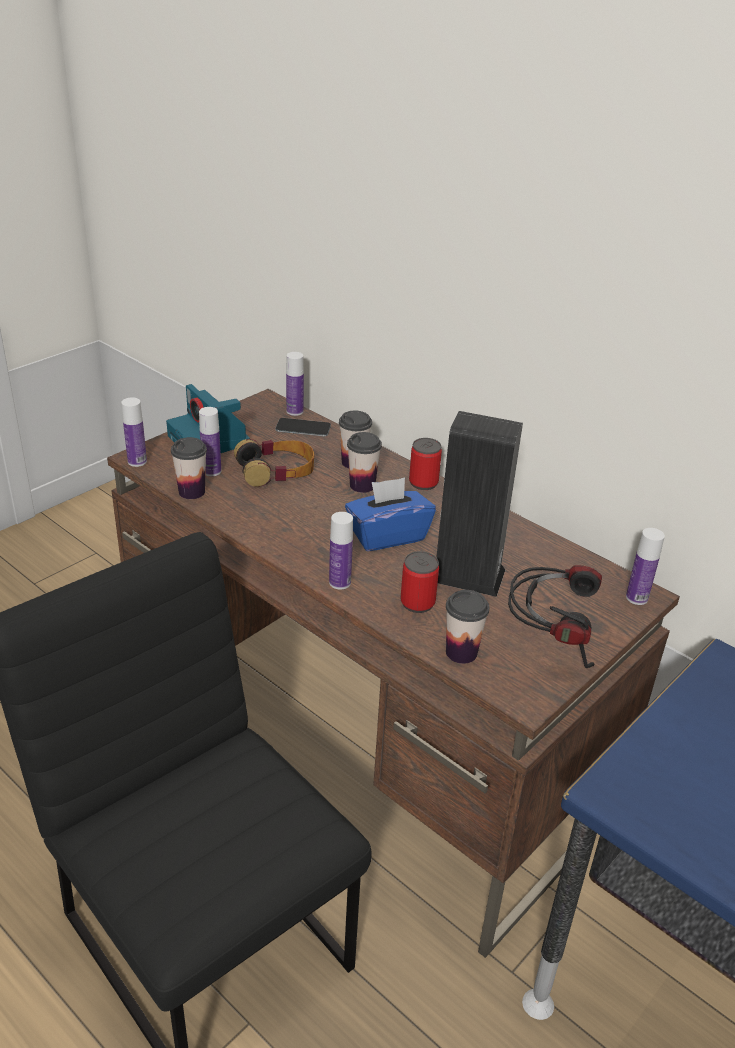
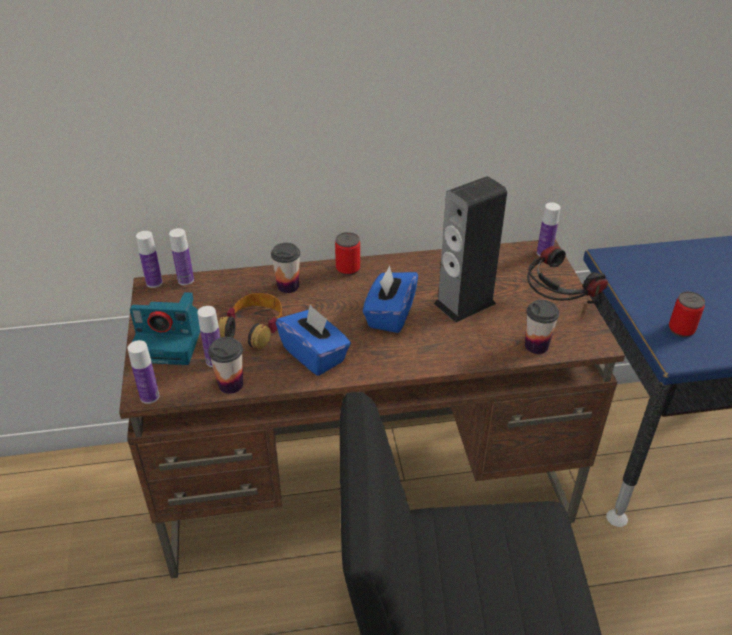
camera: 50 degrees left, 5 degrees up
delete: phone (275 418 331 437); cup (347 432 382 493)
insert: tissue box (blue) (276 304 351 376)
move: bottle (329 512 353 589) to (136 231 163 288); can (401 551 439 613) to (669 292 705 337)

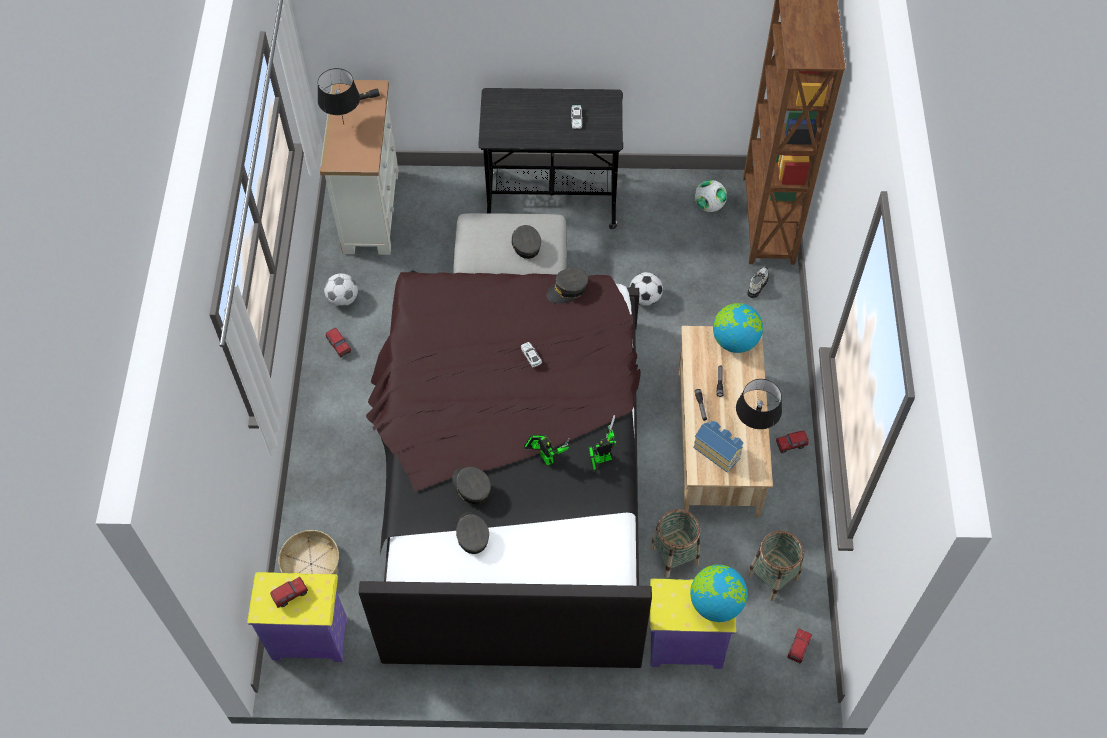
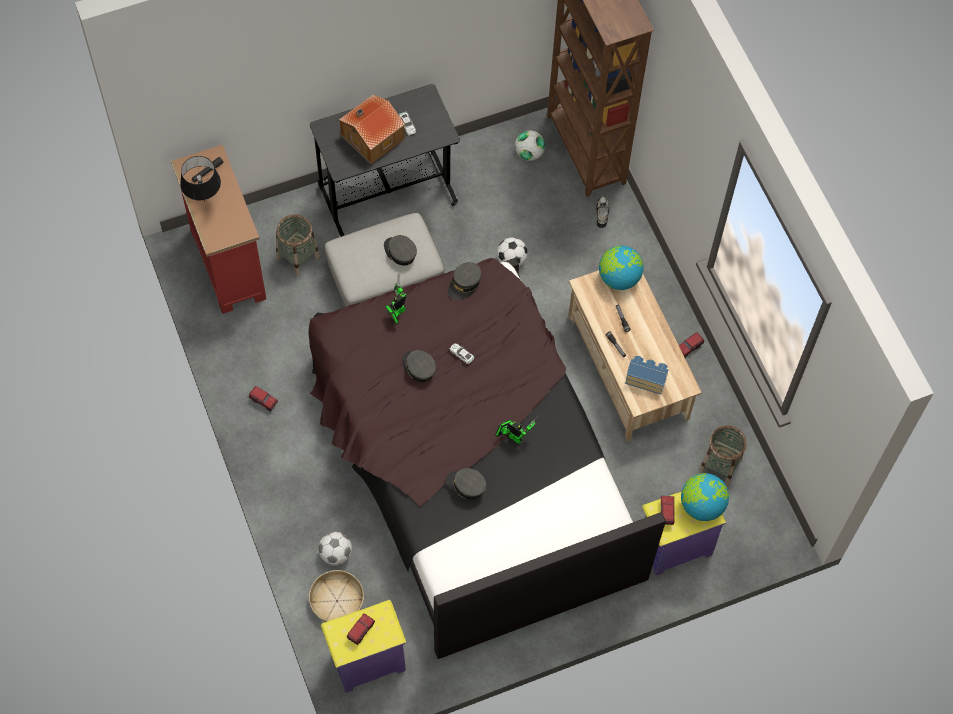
camera: 25 degrees left, 5 degrees up
delete: table lamp (black) (736 379 782 429)
insert: toy house (339 95 405 164)
move: football (324 273 358 307) to (318 532 352 566); toy robot (589 415 616 471) to (385 273 407 324); basket (650 509 700 578) to (276 214 320 276); cap (grey) (456 512 489 554) to (402 350 436 382); toy truck (787 629 812 664) to (661 496 675 525)
recolor: dresser (white) (320 80 399 255) to dresser (red) (171 145 266 314)

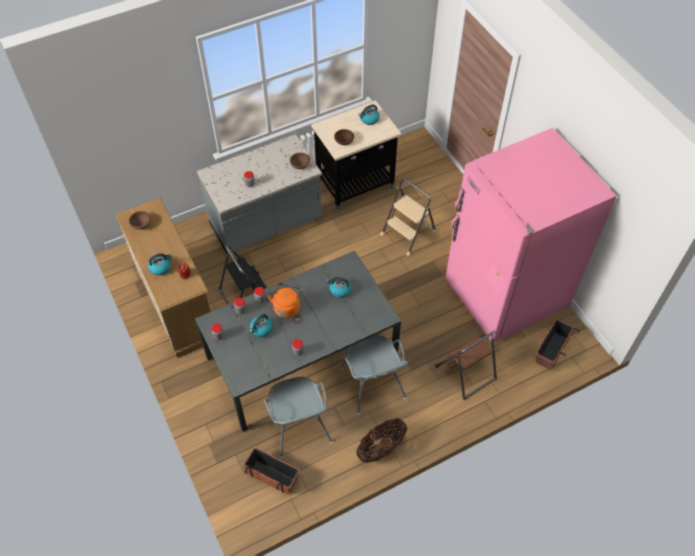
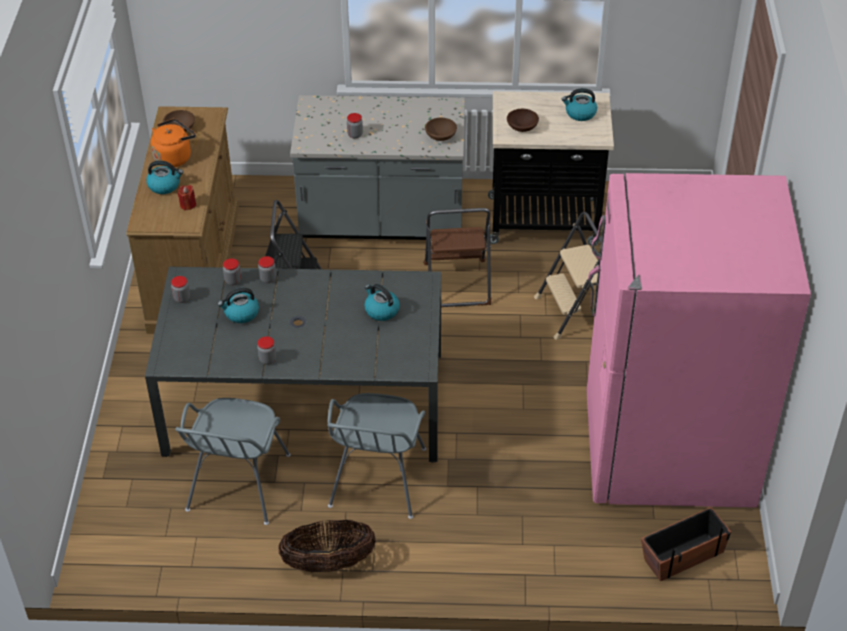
camera: 30 degrees right, 10 degrees down
delete: planter (243 447 300 495)
move: kettle (orange) (267 283 302 318) to (151 119 196 167); step ladder (brown) (434 331 497 400) to (423 208 491 308)

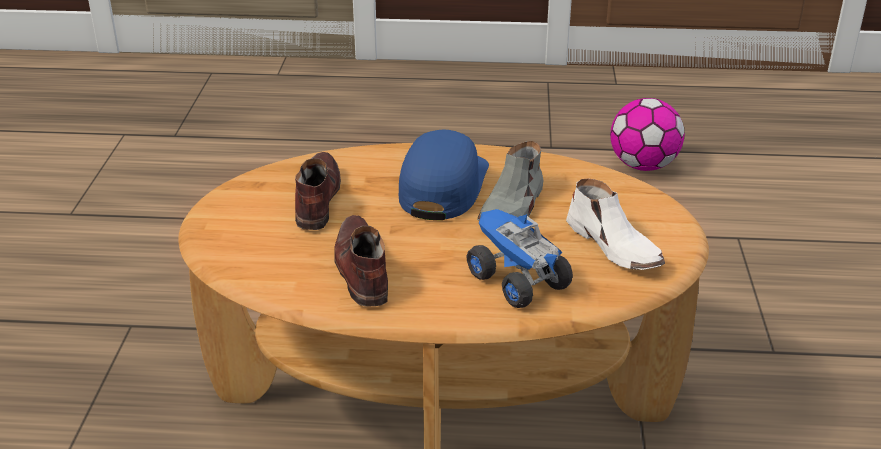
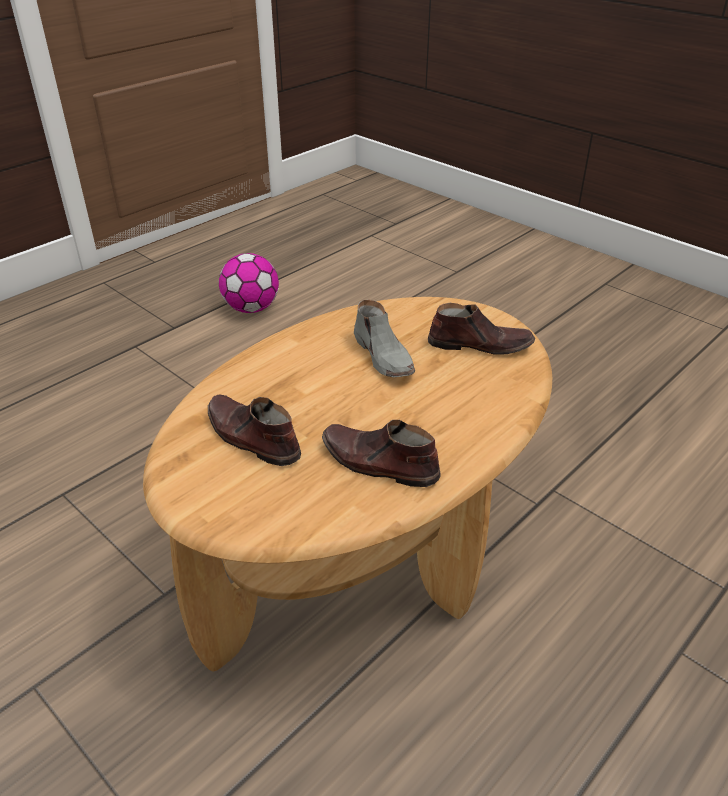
camera: 50 degrees left, 5 degrees up
delete: cap (blue) (399 129 489 220); toy truck (467 209 573 308)
recolor: shoe (white) (566 178 665 270) to shoe (brown) (428 303 535 354)

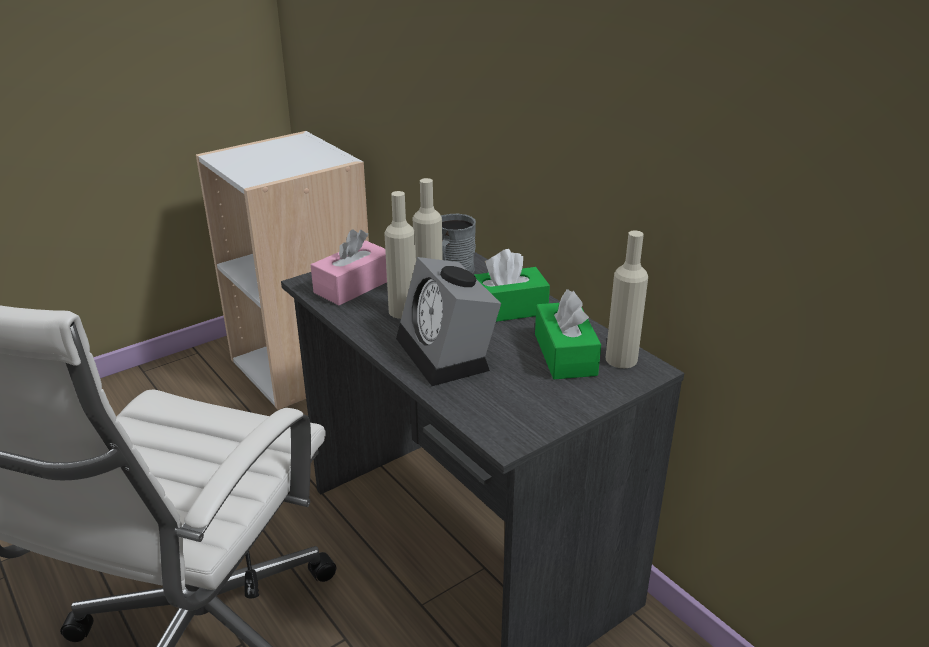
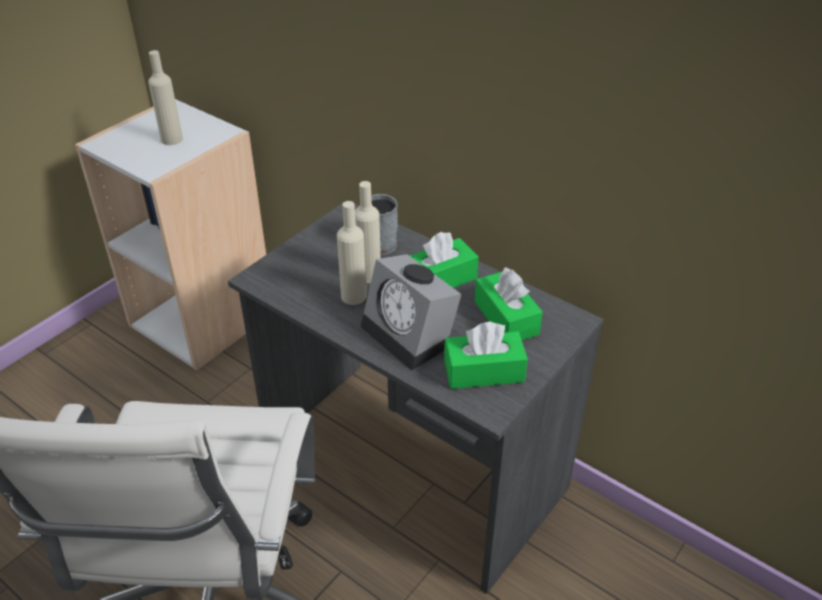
camera: 15 degrees left, 10 degrees up
delete: tissue box (pink) (311 229 387 305)
insert: tissue box (green) (444 322 528 389)
move: bottle (beige) (606 230 648 368) to (148 50 183 145)

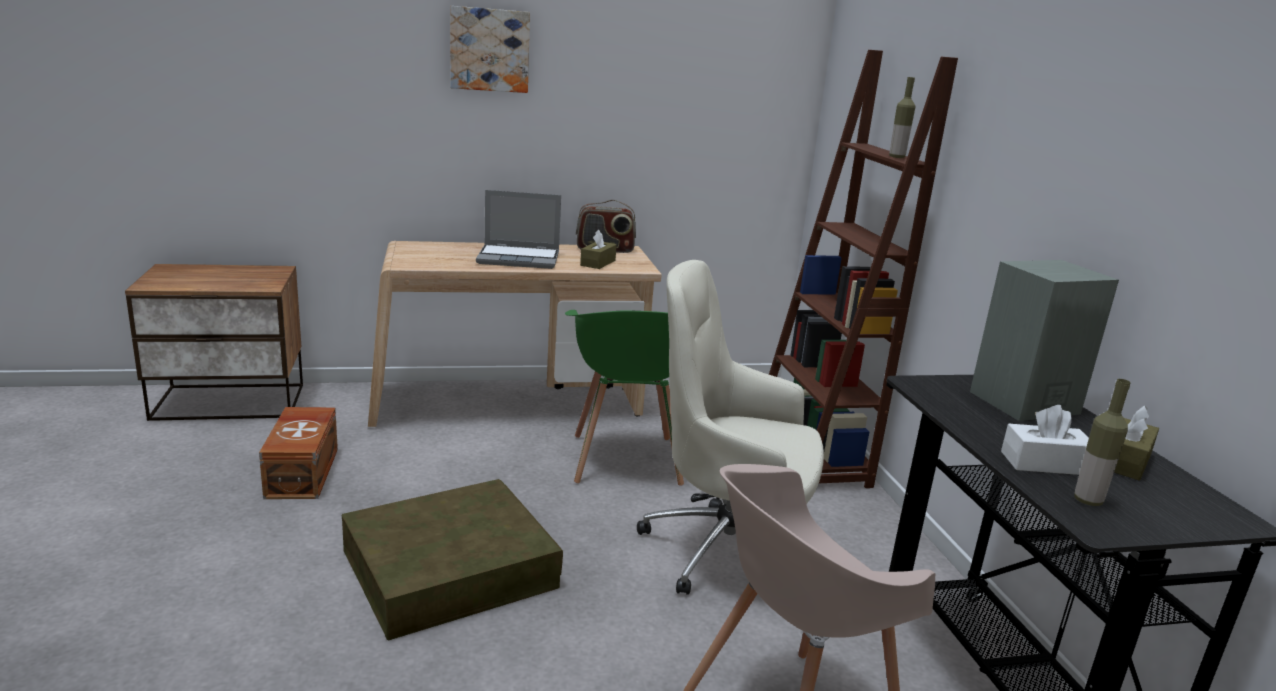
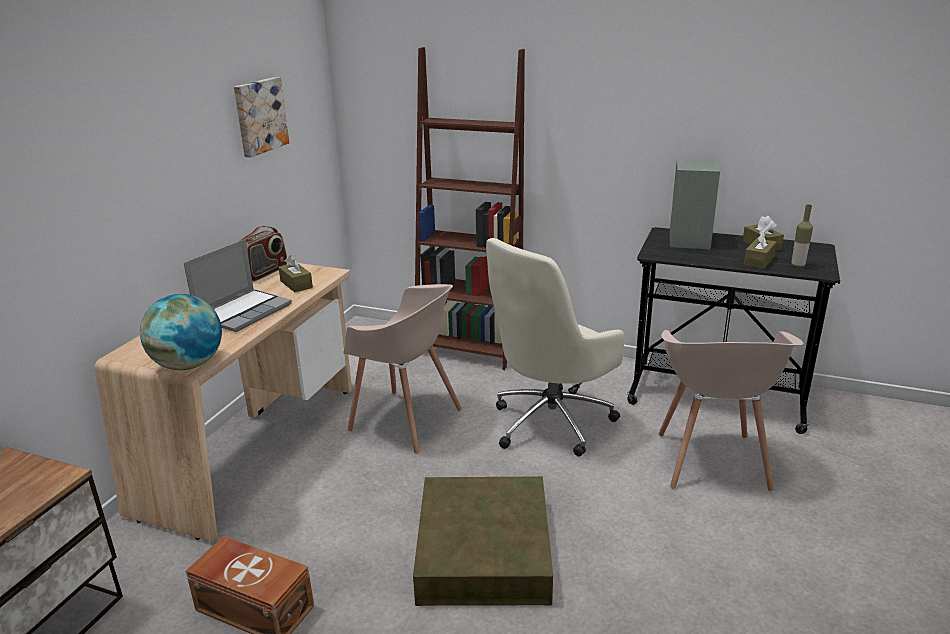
camera: 55 degrees left, 5 degrees up
delete: bottle (889 77 915 158)
insert: globe (140 294 222 370)
move: picture (450 6 530 93) to (234 77 289 157)
recolor: chair (green) (565 310 684 486) to chair (beige) (343 284 462 454); tissue box (white) (1001 405 1089 475) to tissue box (brown) (744 230 777 269)

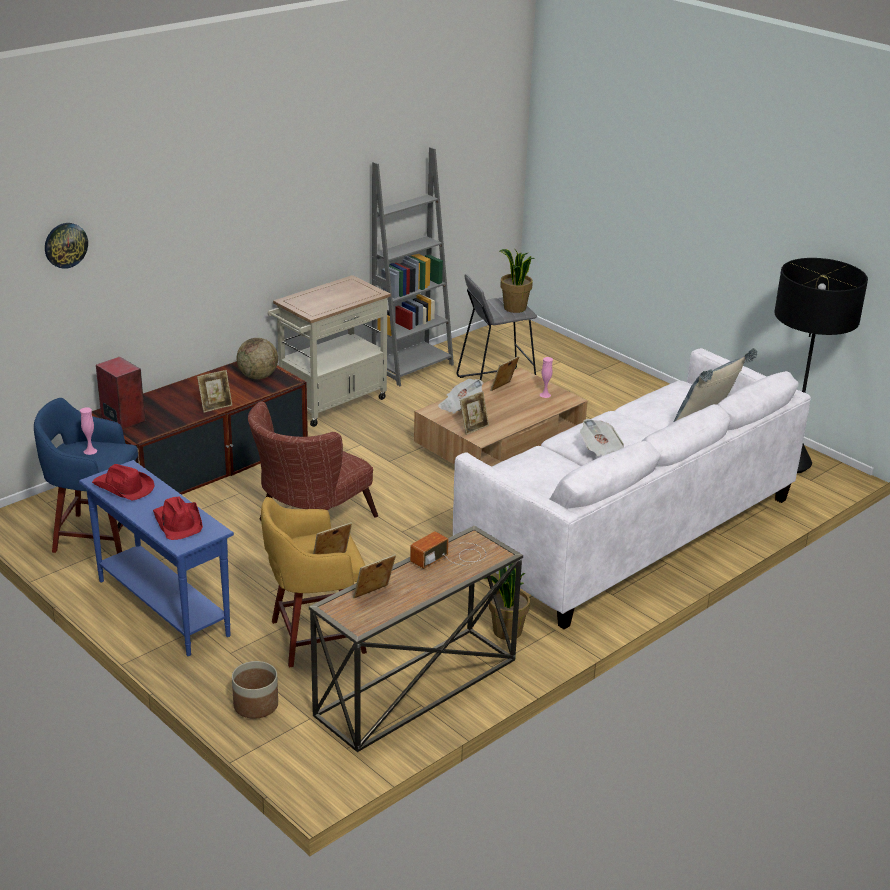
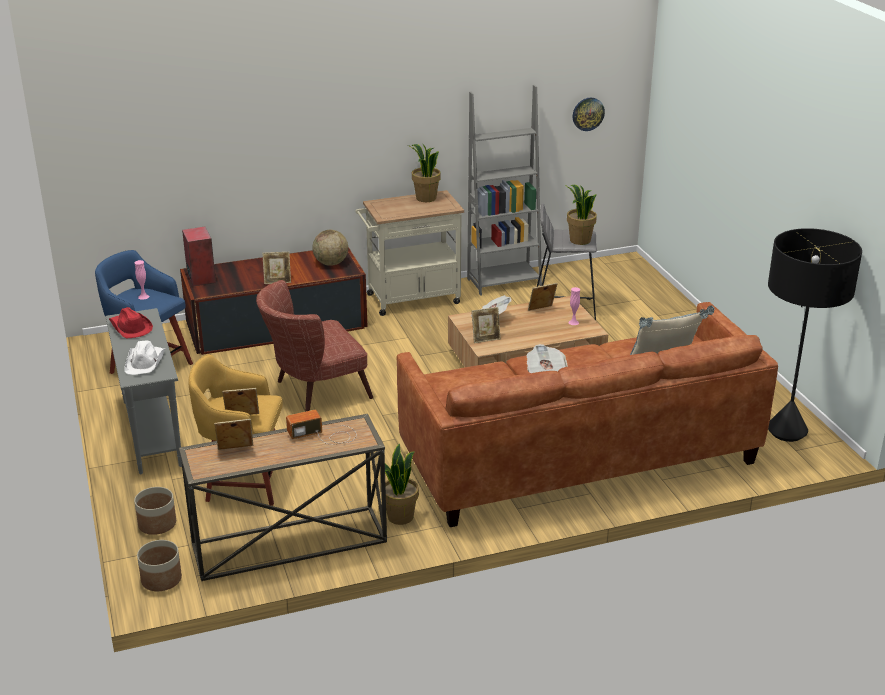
camera: 25 degrees right, 0 degrees up
insert: potted plant (408 144 441 202); planter (137 540 182 591)
move: wall clock (45 223 88 269) to (573 98 605 131)
recolor: sofa (white) (453 348 811 629) to sofa (brown) (396 302 778 527); console table (blue) (79 460 234 657) to console table (grey) (105 308 182 474); hat (red) (153 497 203 540) to hat (white) (124 341 165 375)

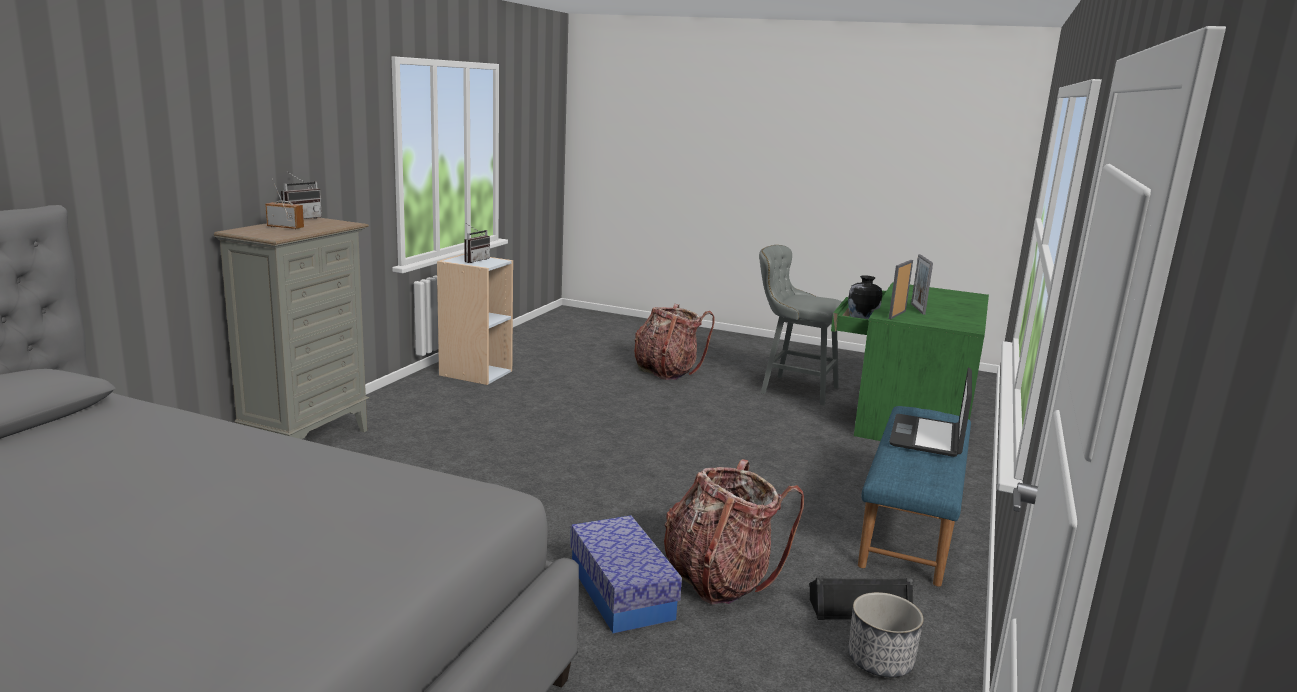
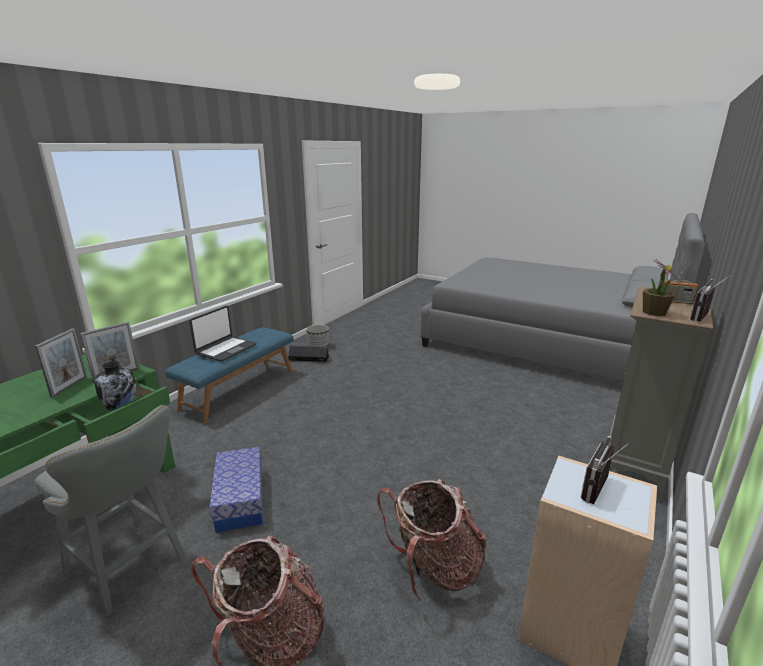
camera: 170 degrees left, 5 degrees up
insert: potted plant (643 260 677 316)
move: backpack (664 459 804 605) to (377 479 487 601); storage box (570 515 682 633) to (210 447 263 533)

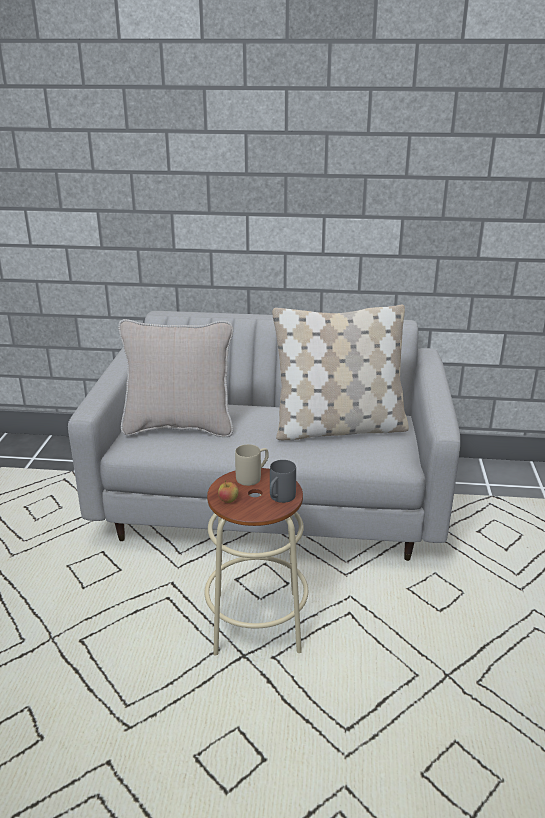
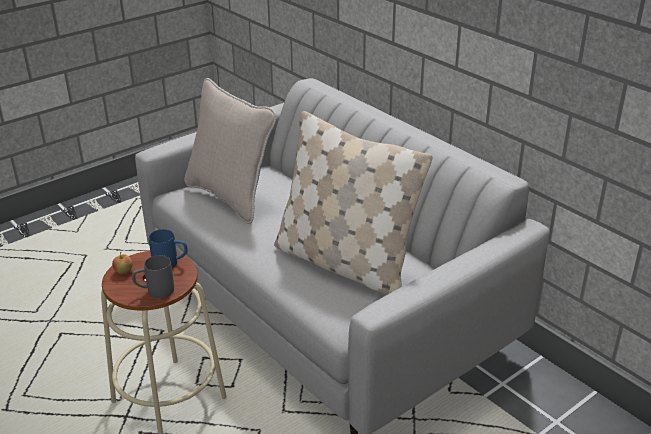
camera: 45 degrees right, 5 degrees up
recolor: mug (beige) (235 444 269 486) to mug (blue) (149 229 188 268)

